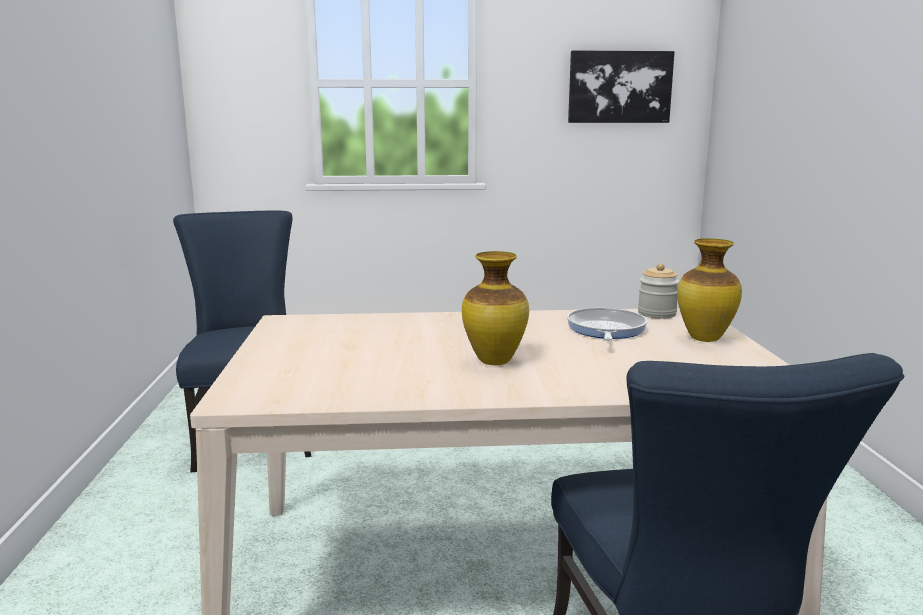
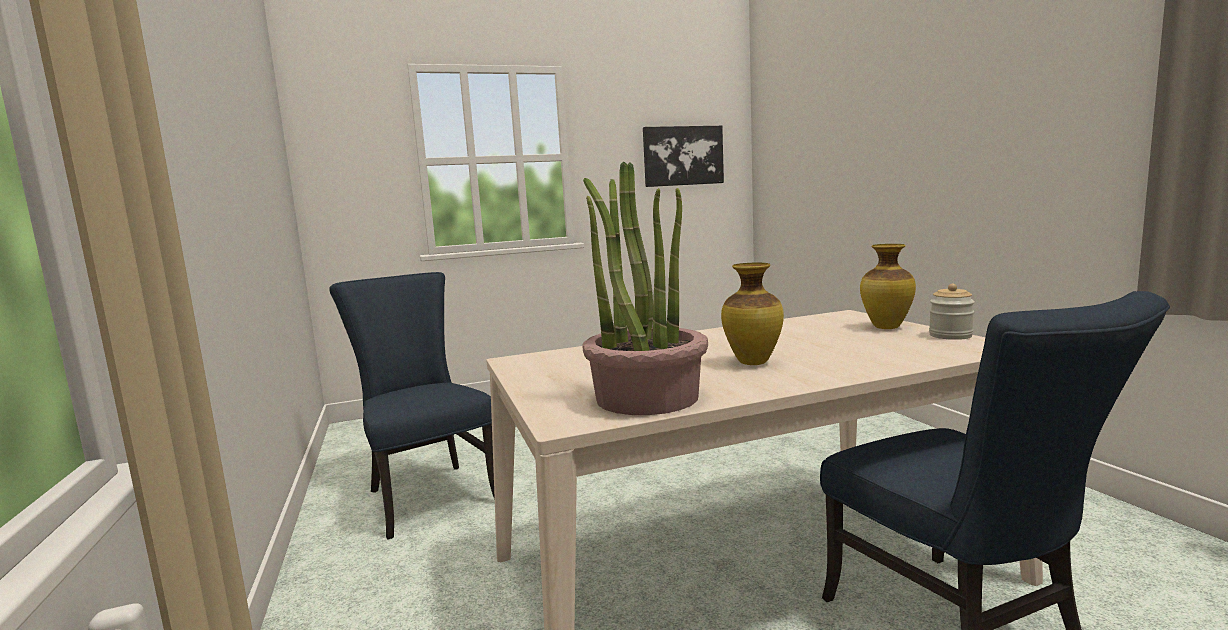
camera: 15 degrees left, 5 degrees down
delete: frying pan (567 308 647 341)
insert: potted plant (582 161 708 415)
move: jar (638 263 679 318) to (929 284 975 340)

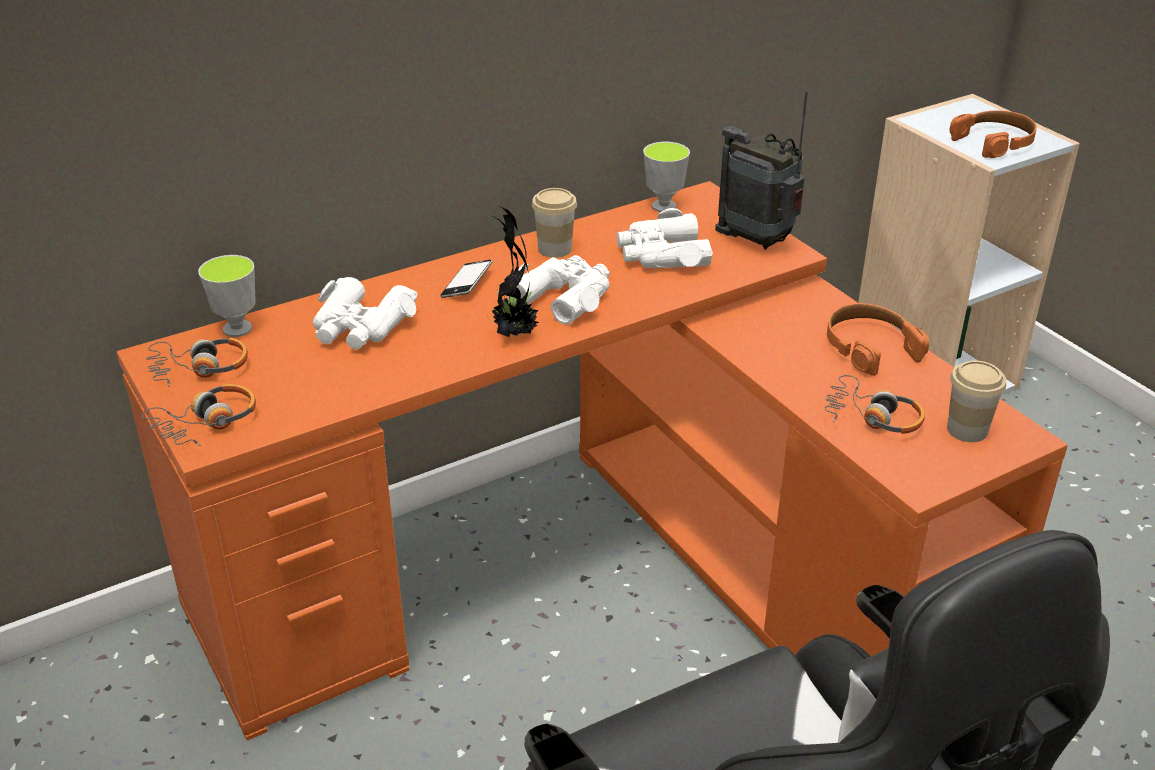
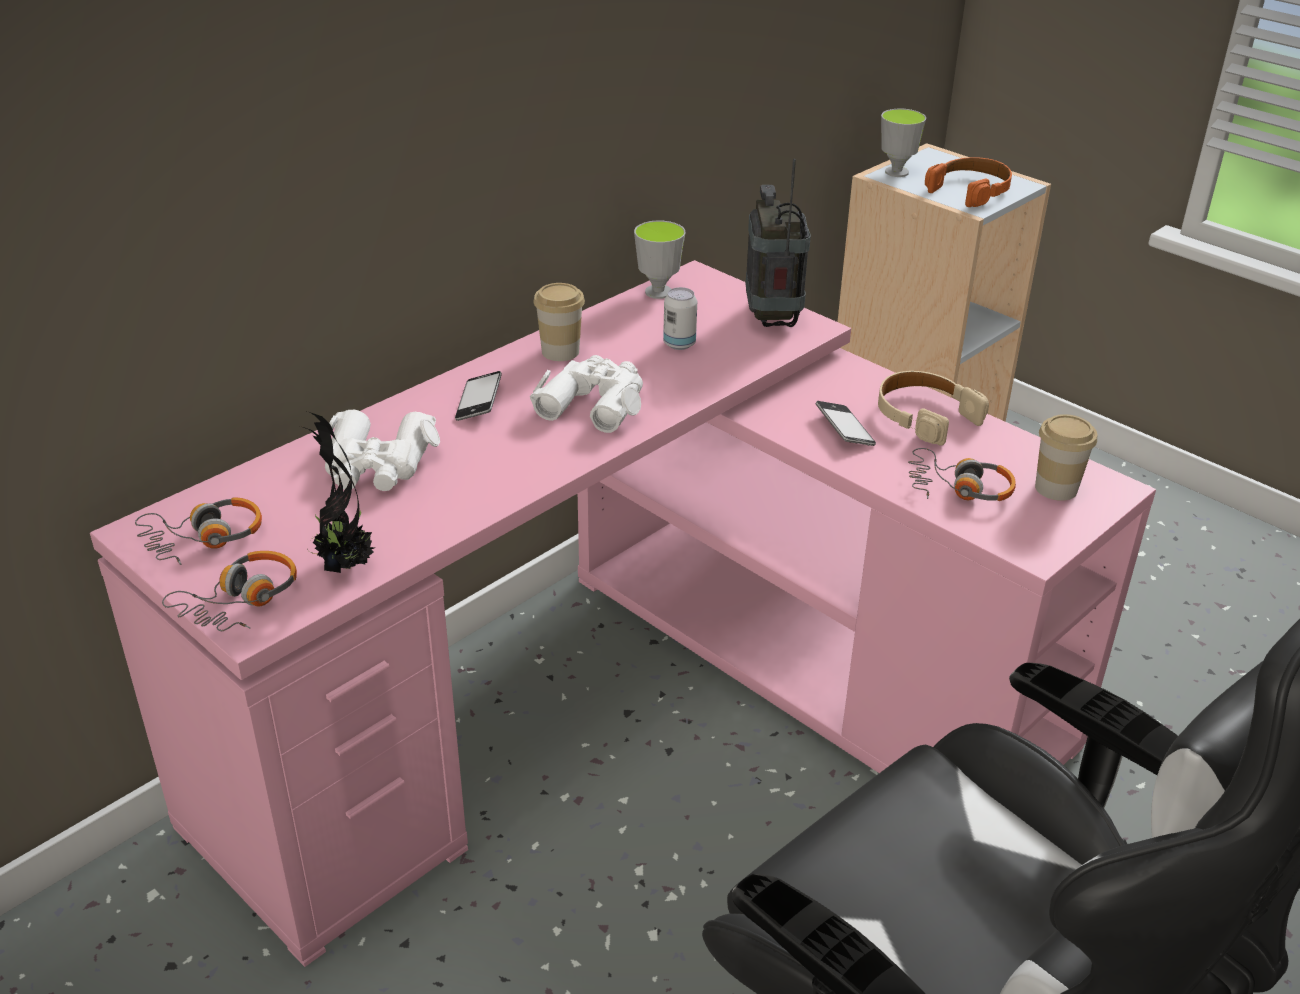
camera: 15 degrees left, 0 degrees up
insert: phone (816 401 876 446)
move: potted plant (487 205 539 337) to (300 411 375 573); cup (198 255 256 337) to (881 109 926 177)
replace: binoculars (white) (617 208 713 268) to can (663 287 697 350)
recolor: desk (orange) (117 181 1068 741) to desk (pink) (90 260 1156 967); headphones (orange) (827 303 929 376) to headphones (beige) (878 371 989 446)
rotate: radio (715 91 808 250) = (745 159 811 327) 60 degrees clockwise

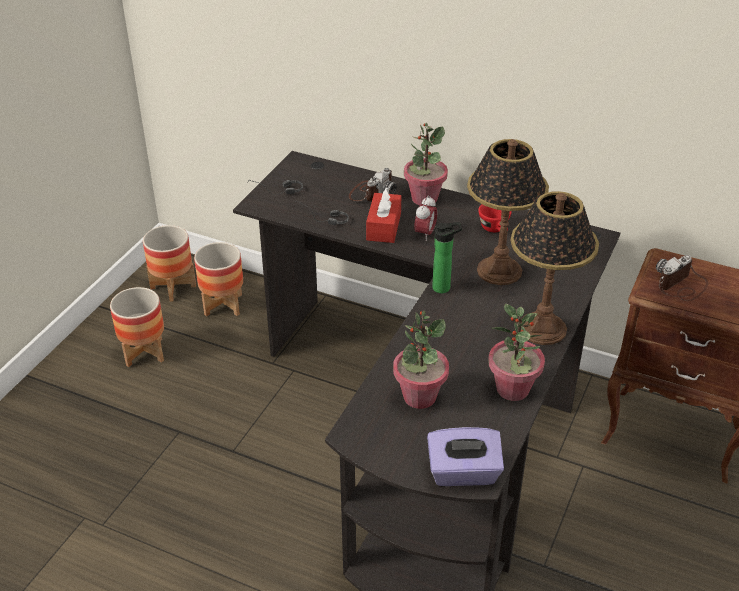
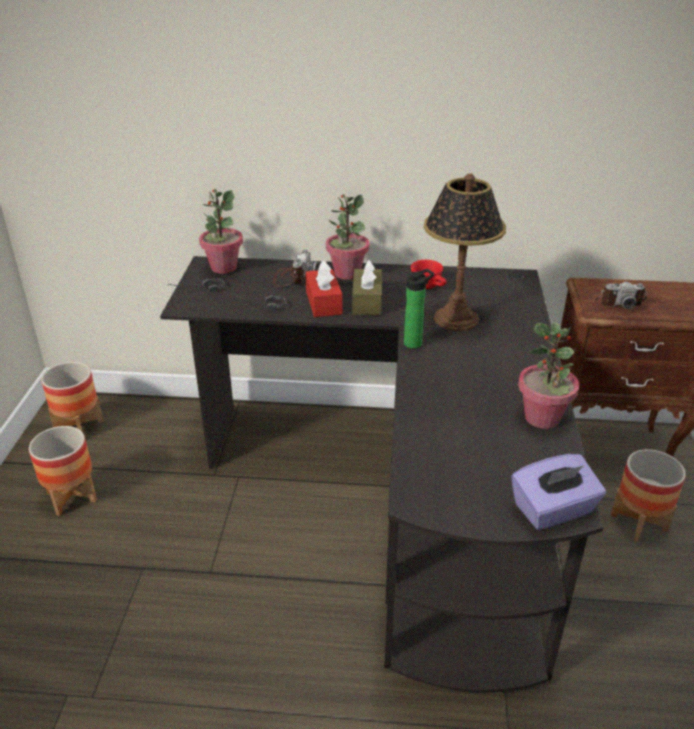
camera: 20 degrees left, 5 degrees down
delete: table lamp (511 191 599 345)
move: planter (194 242 243 316) to (611 449 686 542); potted plant (393 311 449 409) to (199 189 243 274)
replace: alarm clock (414 195 437 241) to tissue box (brown) (352 260 382 315)
rotate: photo camera (656 255 708 301) = (589 281 647 309) 120 degrees counterclockwise

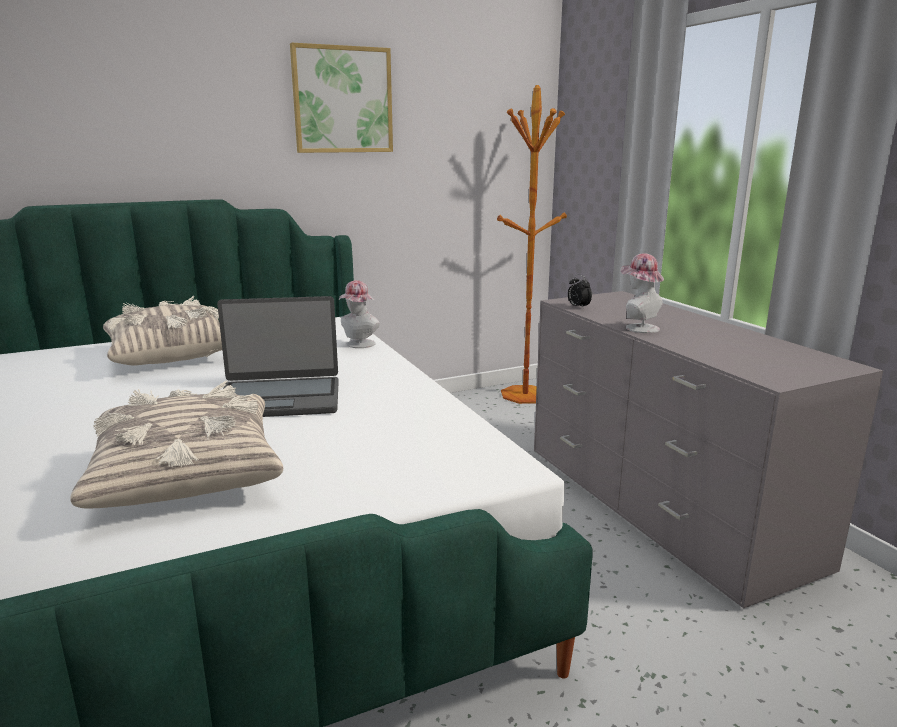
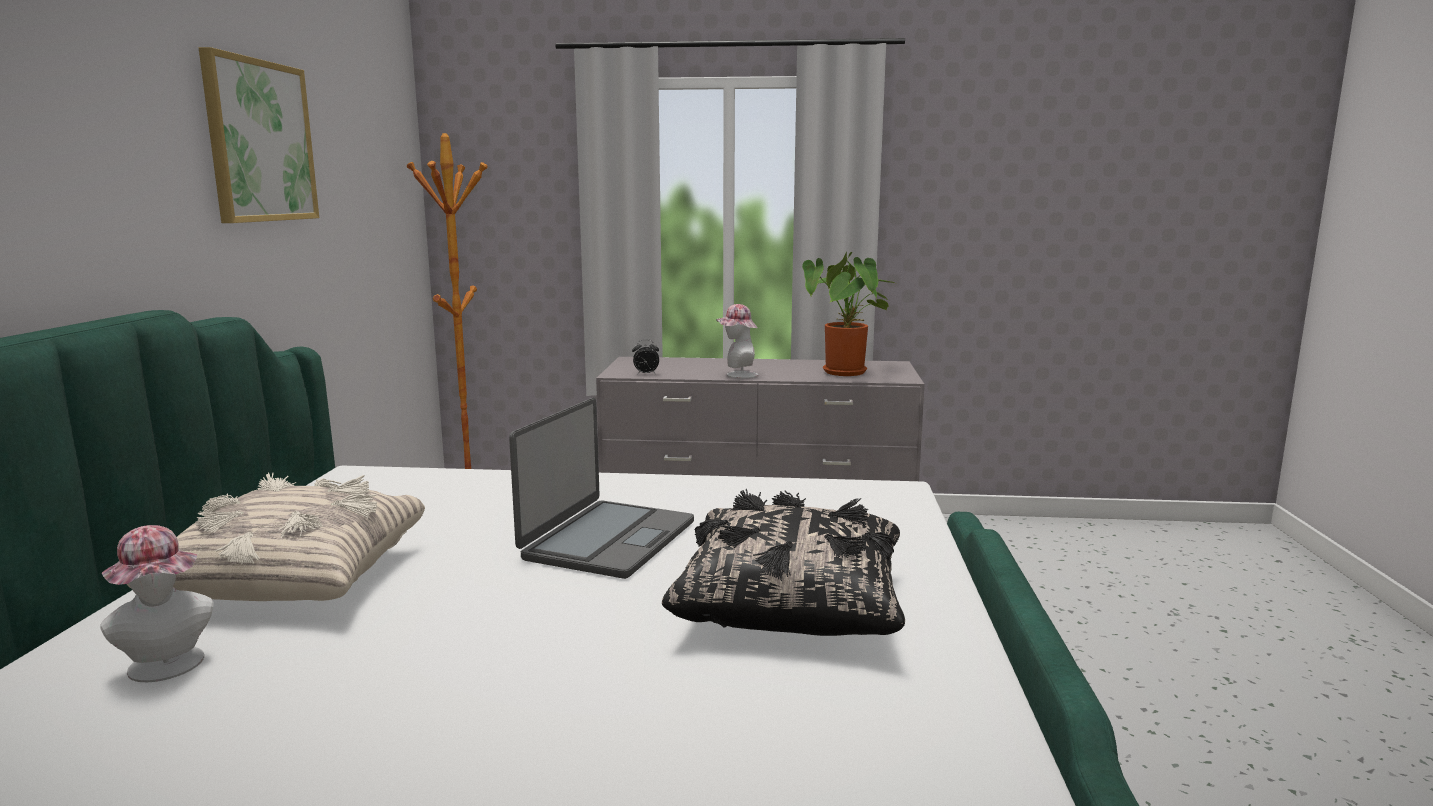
camera: 60 degrees left, 5 degrees down
insert: potted plant (802 252 898 376)
move: hat (339 280 380 348) to (100 525 214 682)
recolor: pillow (beige) (70 381 283 509) to pillow (black) (662 489 905 636)

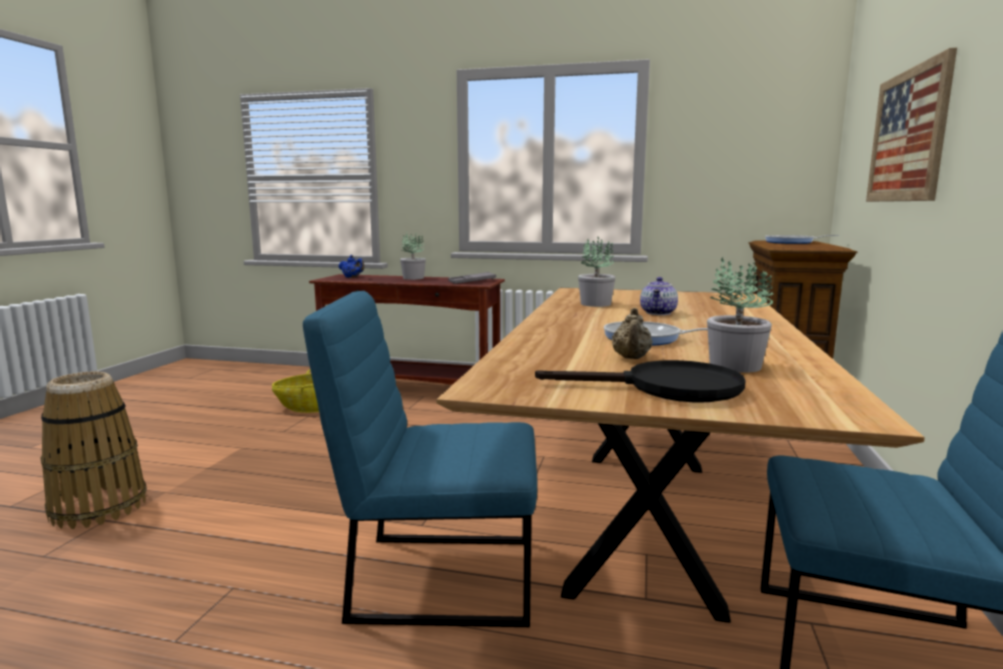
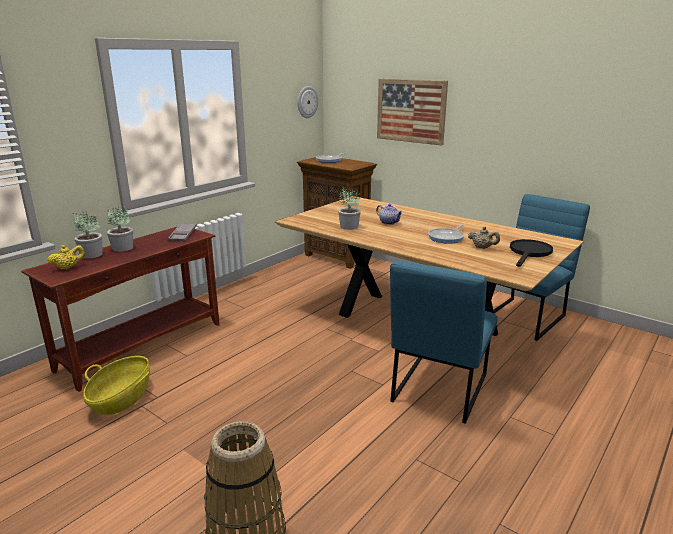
camera: 65 degrees left, 10 degrees up
insert: wall clock (298 86 318 118)
move: potted plant (707 257 773 373) to (73 211 103 259)
recolor: teapot (blue) (339 255 364 278) to teapot (yellow) (47 245 85 270)

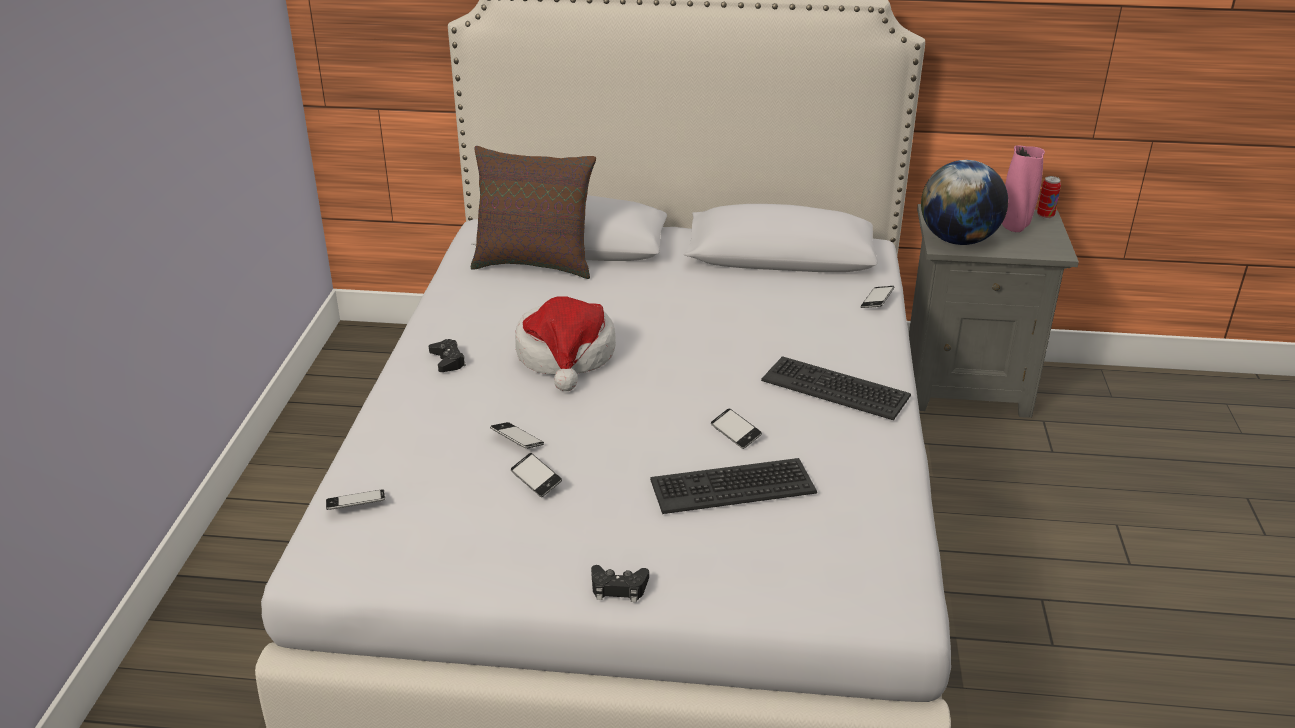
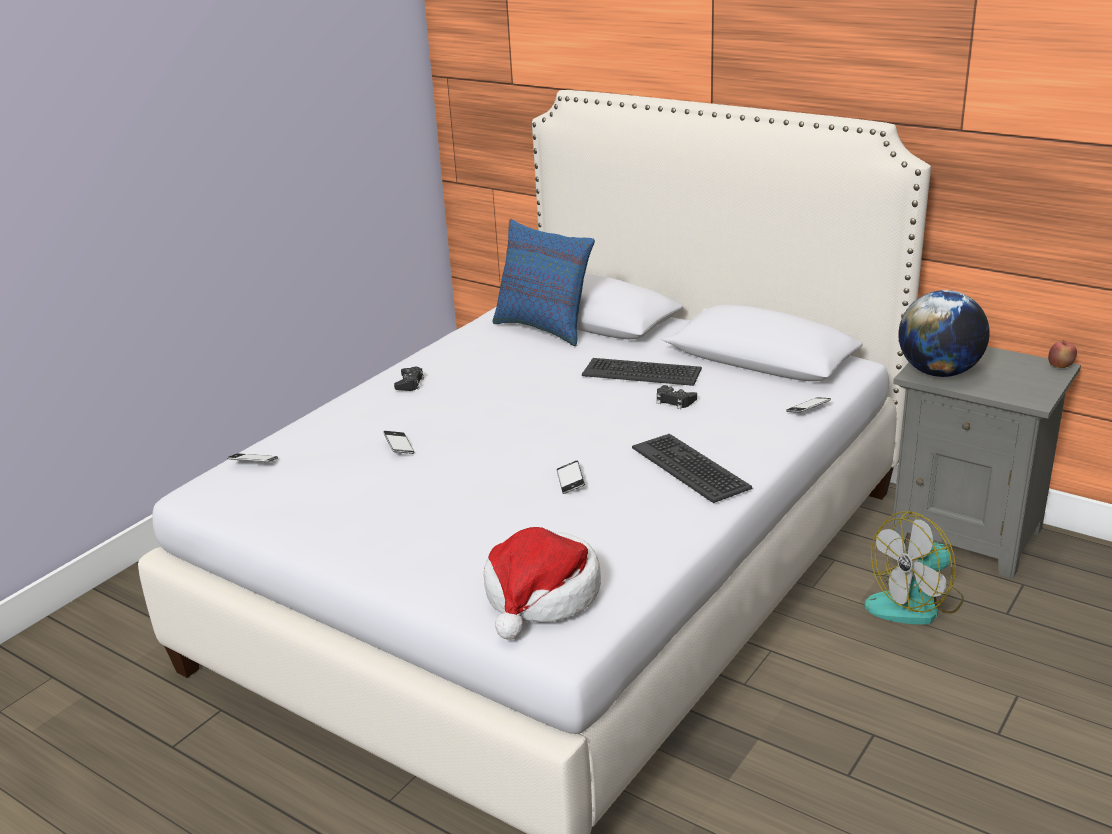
camera: 30 degrees right, 5 degrees down
delete: vase (pink) (1002 145 1045 232); phone (511 453 562 497)
insert: fan (864 511 964 624)
move: hat (515 296 616 391) to (484 527 601 640); keyboard (650 458 817 514) to (582 358 702 386); game controller (black) (591 565 649 602) to (657 385 697 409)
replace: can (1037 176 1061 219) to apple (1048 340 1077 368)
recolor: pillow (brown) (471 146 596 279) to pillow (blue) (493 219 595 346)

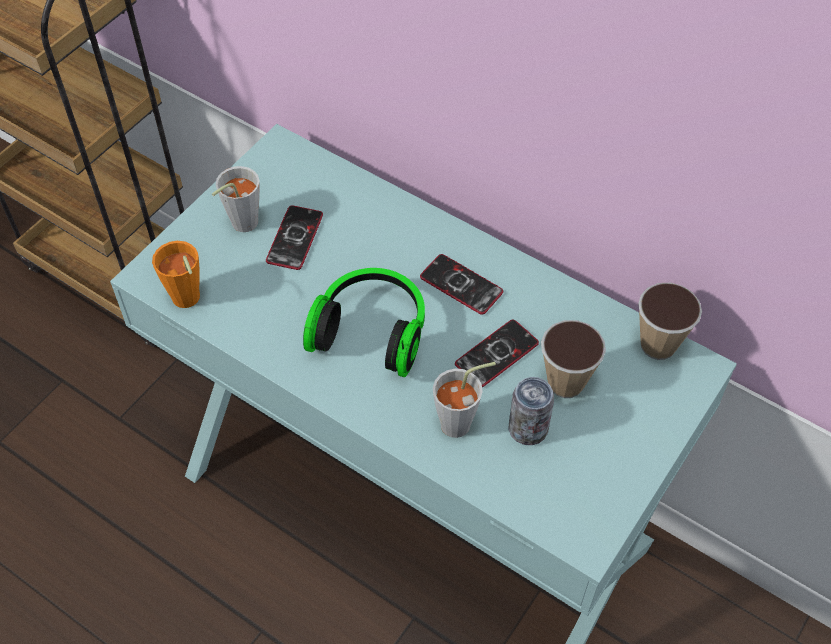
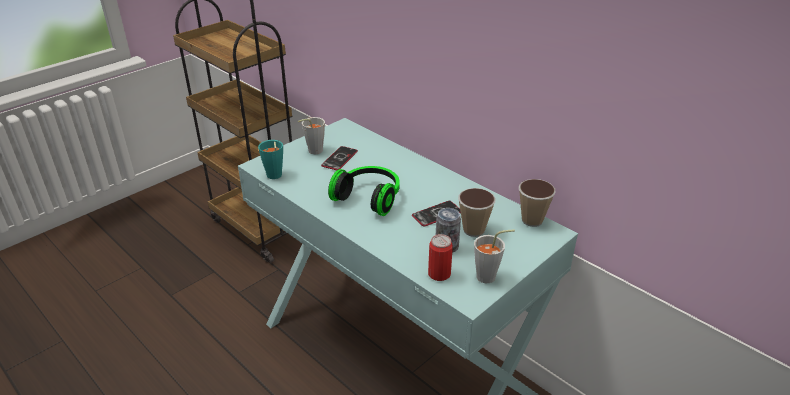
camera: 10 degrees right, 20 degrees down
delete: phone (420 254 503 315)
insert: can (428 234 453 281)
move: cup (grey) (433 362 496 438) to (474 230 515 283)
recolor: cup (orange) (152 241 200 308) to cup (turquoise) (258 140 283 179)

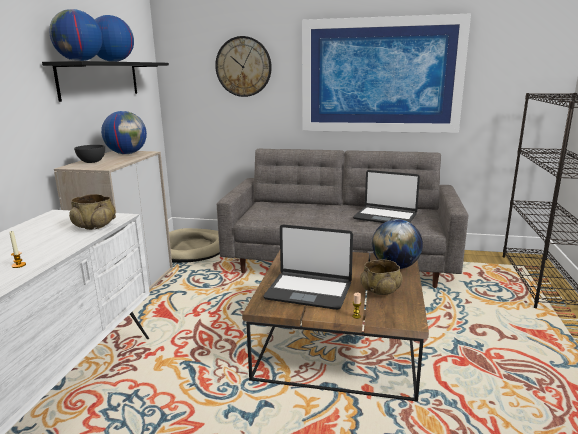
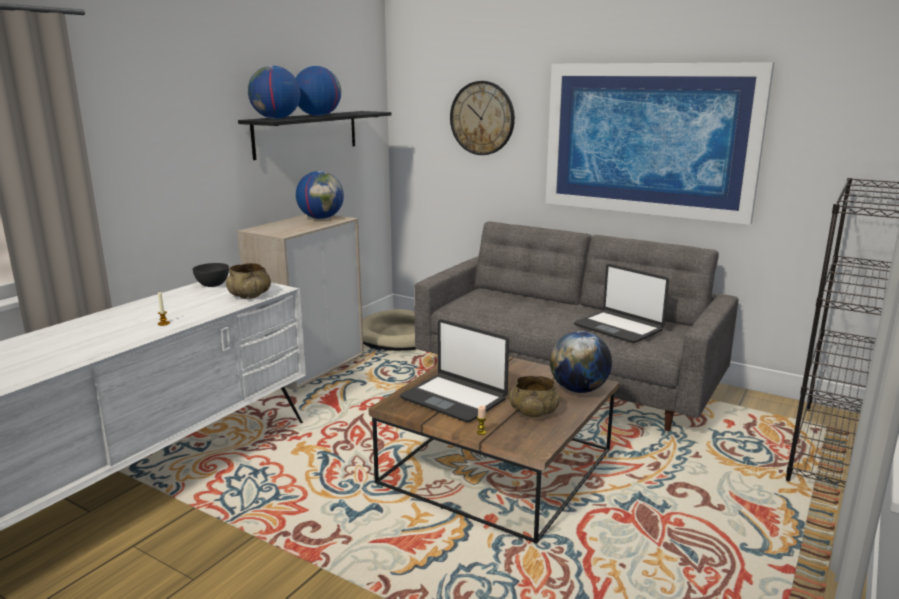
camera: 20 degrees right, 0 degrees up
move: bowl (grey) (74 145 105 163) to (193 263 229 287)

